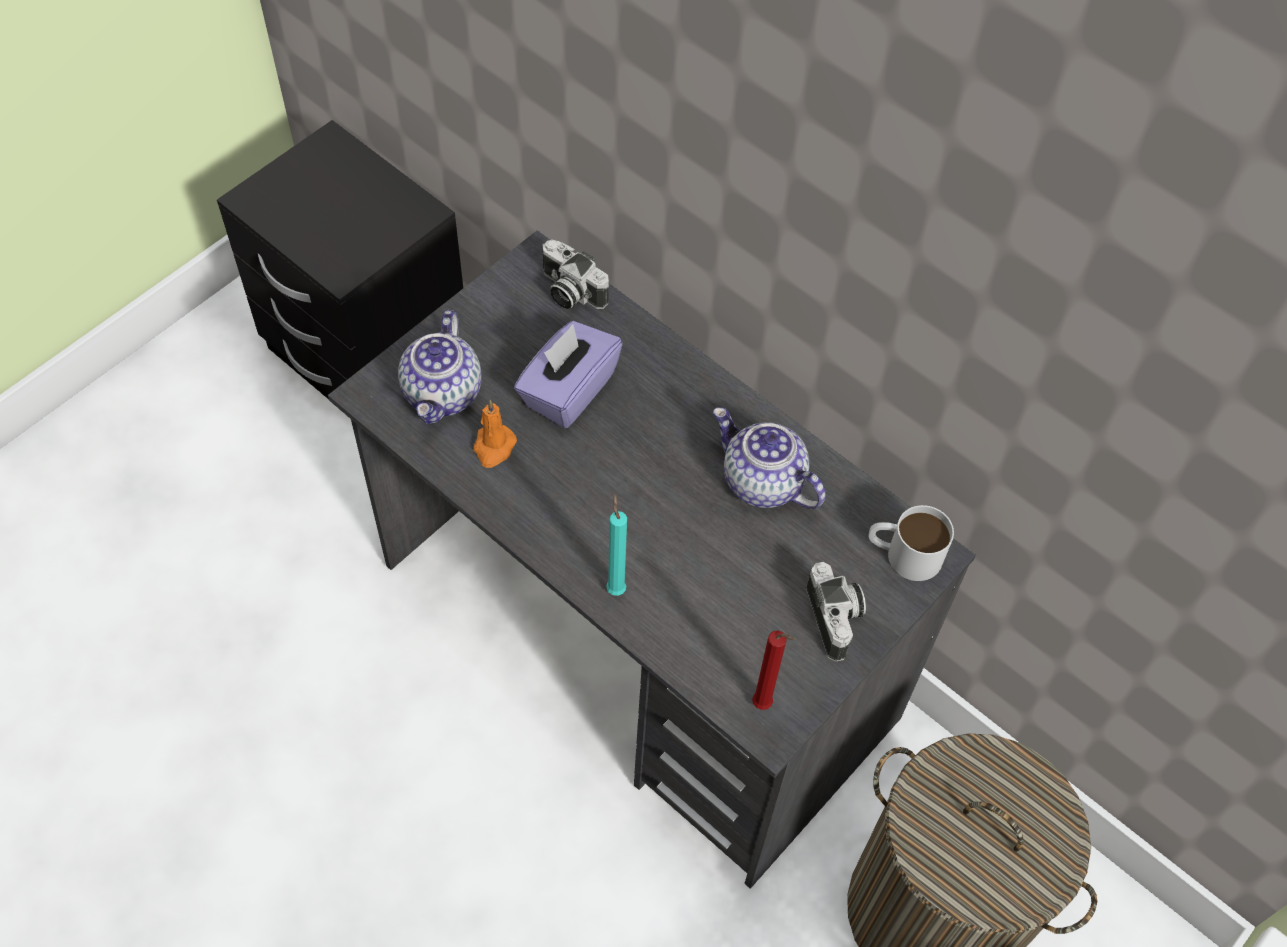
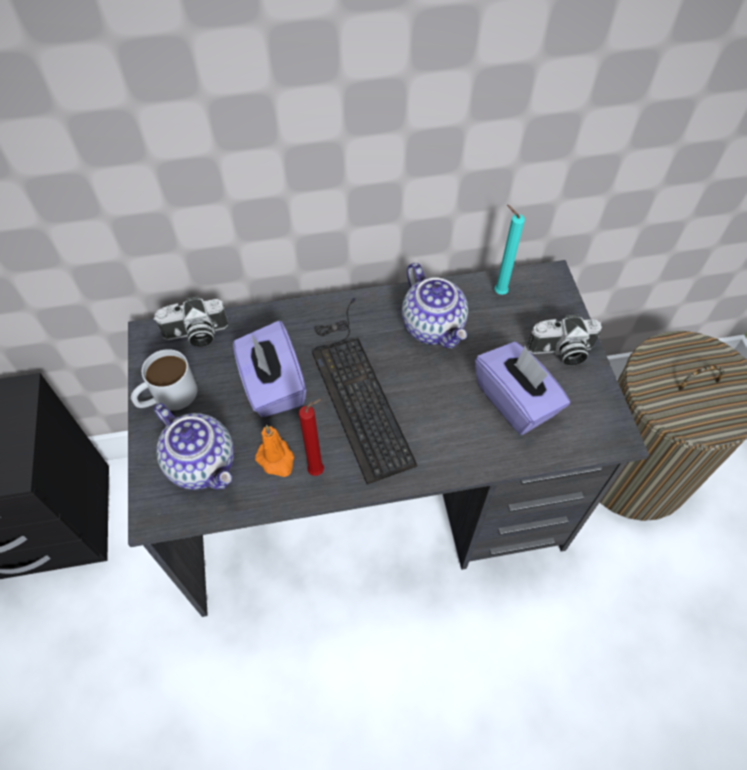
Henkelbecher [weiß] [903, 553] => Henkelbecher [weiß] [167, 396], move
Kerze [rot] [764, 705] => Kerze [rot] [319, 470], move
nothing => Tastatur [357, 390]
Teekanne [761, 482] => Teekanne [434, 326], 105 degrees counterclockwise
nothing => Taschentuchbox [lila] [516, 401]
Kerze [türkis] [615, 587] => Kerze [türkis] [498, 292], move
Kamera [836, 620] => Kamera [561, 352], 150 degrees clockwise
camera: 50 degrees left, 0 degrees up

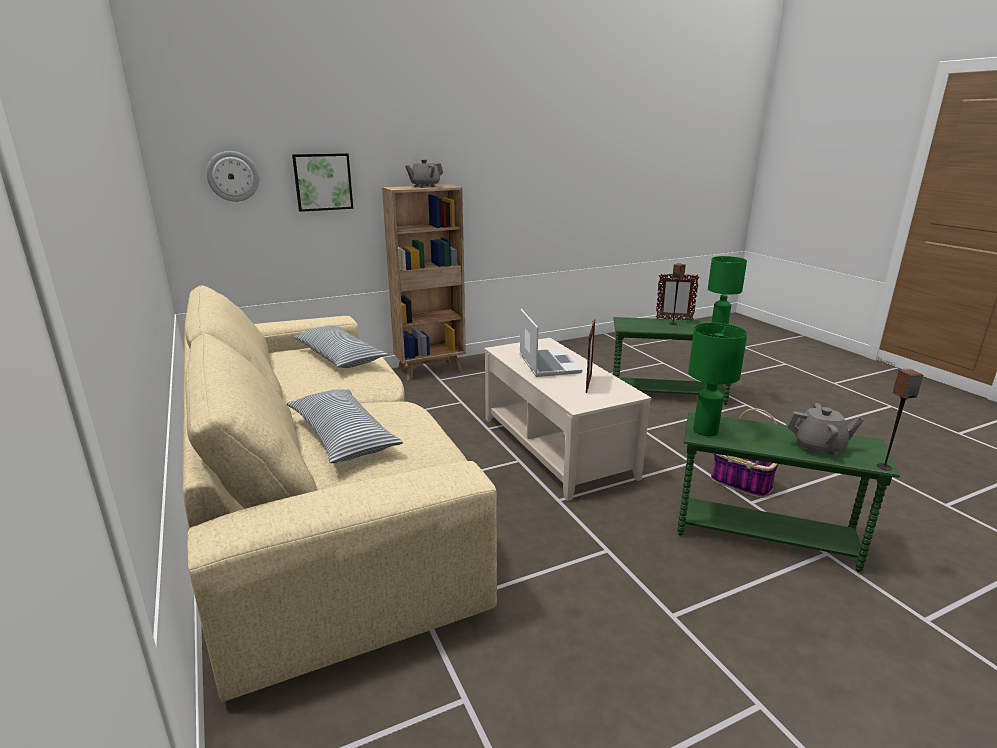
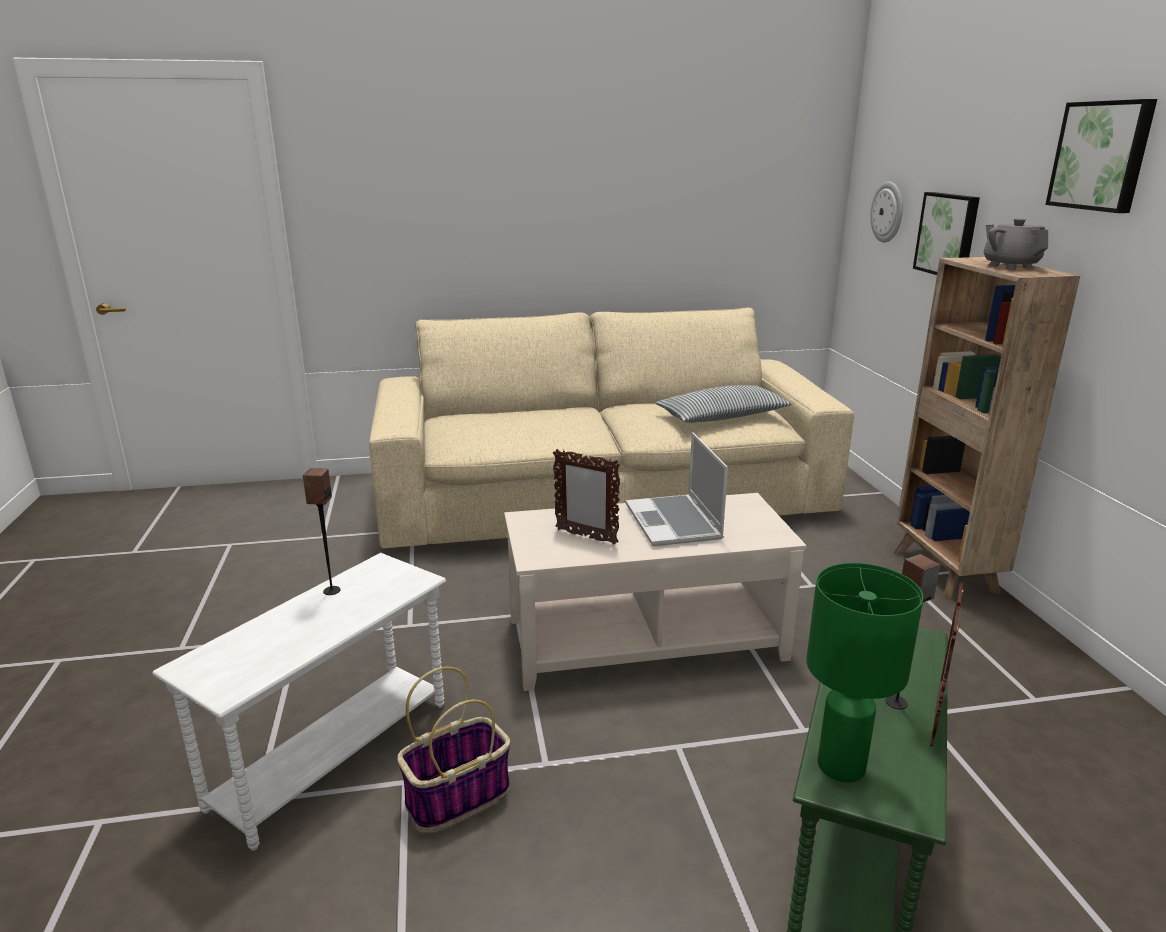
Beistelltisch [grün] [764, 537] => Beistelltisch [weiß] [332, 754]
Lautsprecher [884, 467] => Lautsprecher [331, 590], move
Laptop [547, 364] => Laptop [675, 523], 75 degrees clockwise
nothing => Bild [1102, 156]
Kissen [342, 437] => nothing
Tischlampe [grün] [706, 430] => nothing
Teekanne [grau] [819, 447] => nothing
camera: 105 degrees right, 0 degrees up

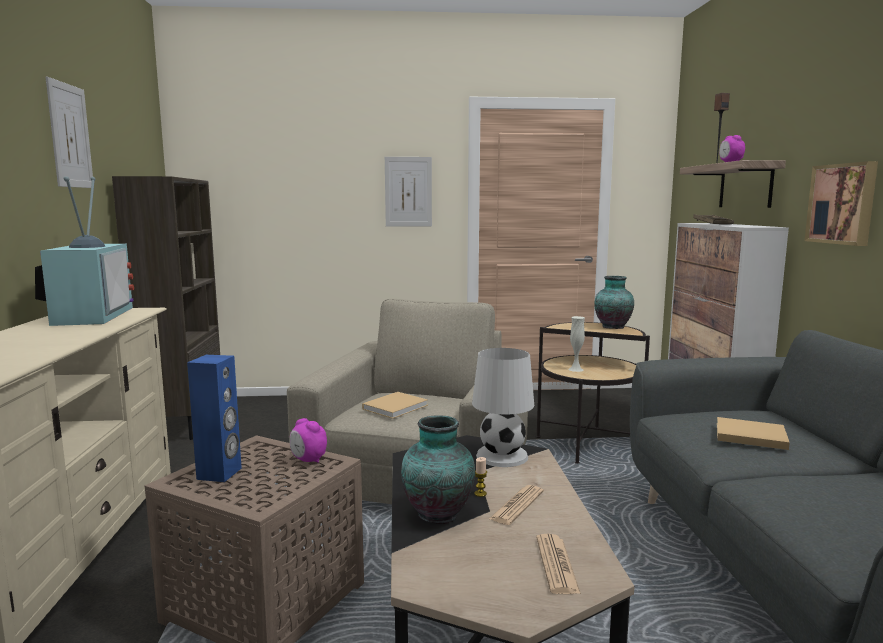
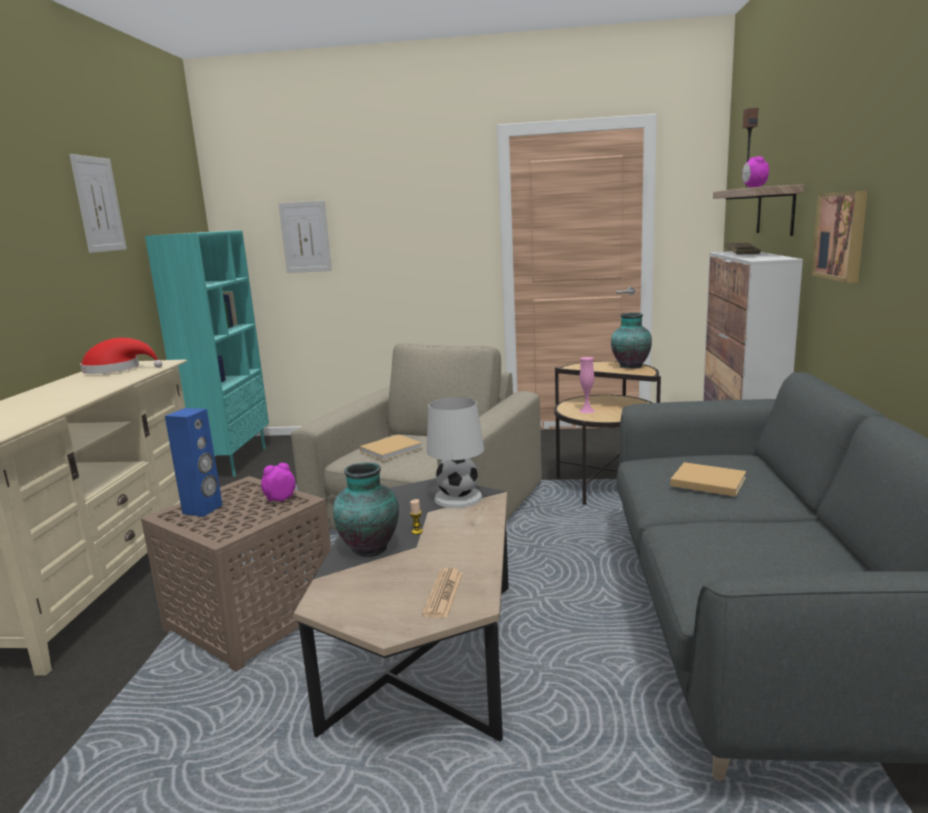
Fernseher [89, 316] => Hut [rot] [116, 370]
Bücherregal [braun] [183, 424] => Bücherregal [türkis] [232, 461]
Wecker [308, 460] => Wecker [280, 499], 105 degrees clockwise
Bild [408, 192] => Bild [305, 237], move
Vase [weiß] [575, 369] => Vase [rosa] [587, 411]
Zeitung [517, 505] => nothing
camera: 10 degrees right, 5 degrees up

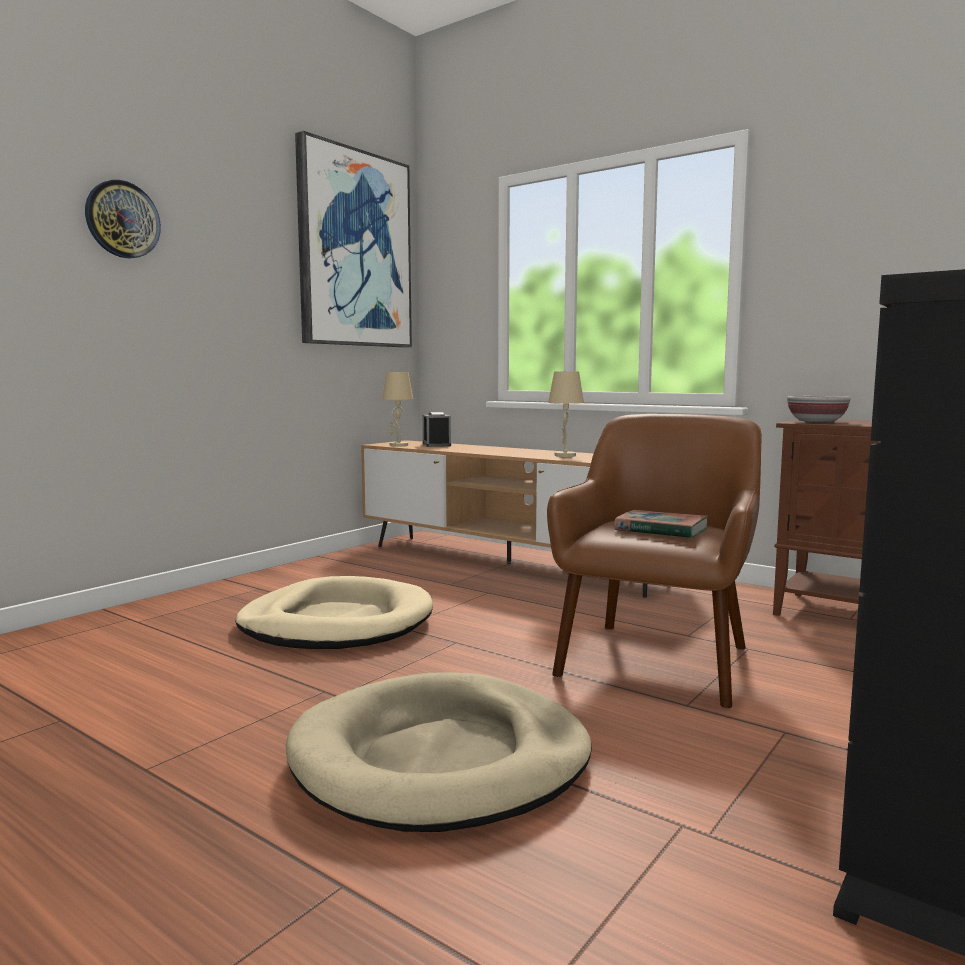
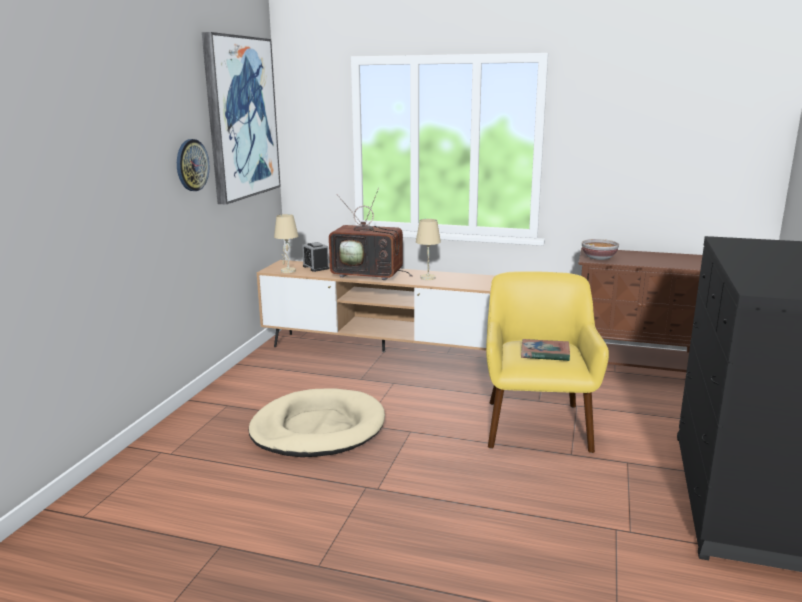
Wanduhr [122, 219] => Wanduhr [191, 165], move
nothing => Fernseher [370, 274]
Sessel [braun] [658, 661] => Sessel [gelb] [536, 425]
Hundebett [beige] [441, 759] => nothing
camera: 20 degrees left, 10 degrees up

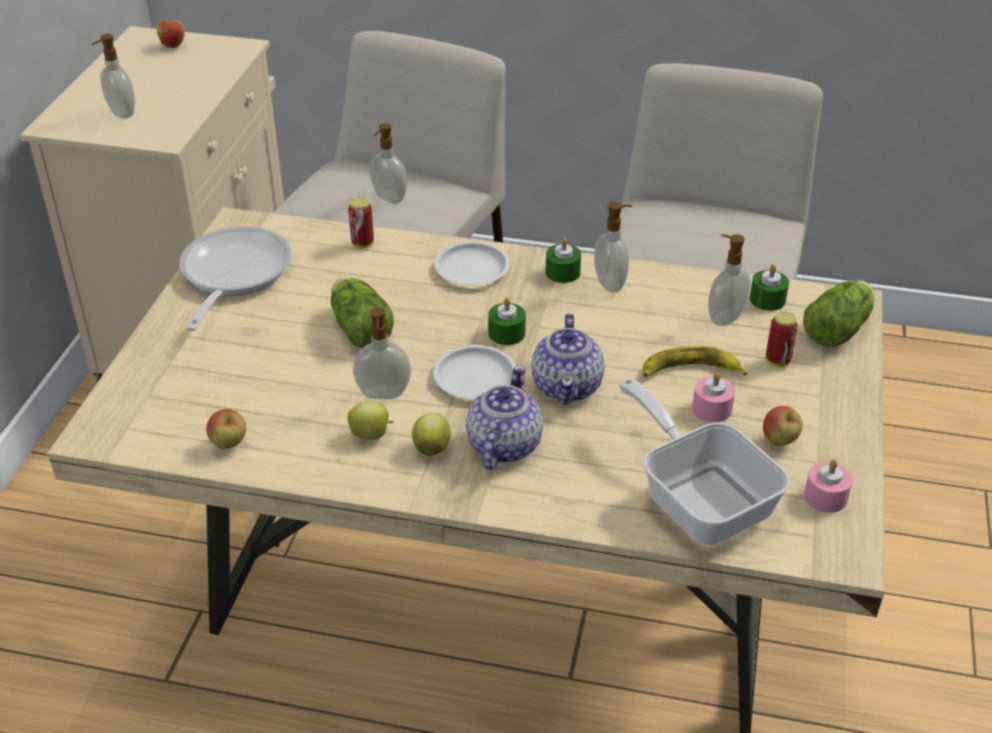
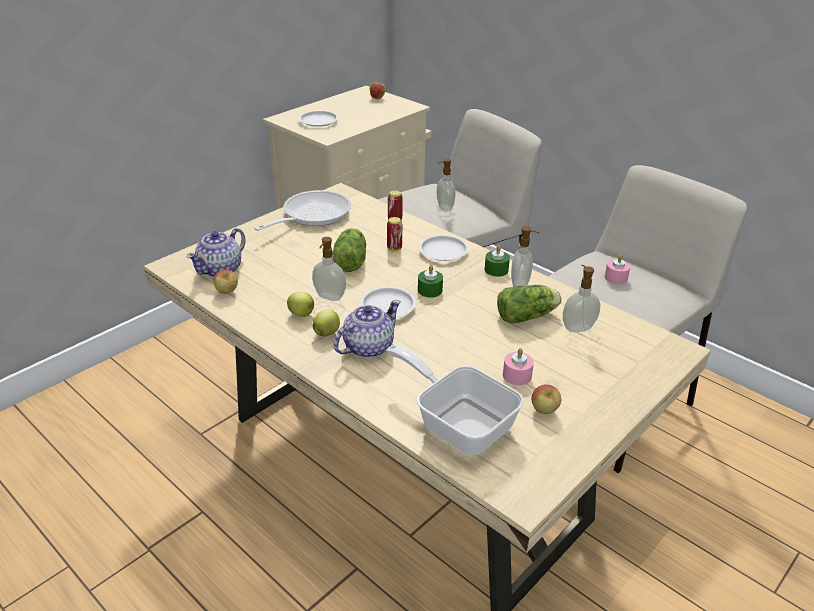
Teekanne [567, 386] => Teekanne [221, 270], move
Seifenspender [121, 113] => Teller [weiß] [319, 121]
Pfanne [699, 497] => Pfanne [458, 422], 45 degrees counterclockwise
Dose [777, 361] => Dose [394, 249], move
Salatkopf [839, 328] => Salatkopf [528, 316], move
Kerze [rosa] [825, 497] => Kerze [rosa] [616, 278], move
Banane [689, 371] => nothing
Kerze [grün] [767, 299] => nothing
camera: 30 degrees right, 5 degrees down

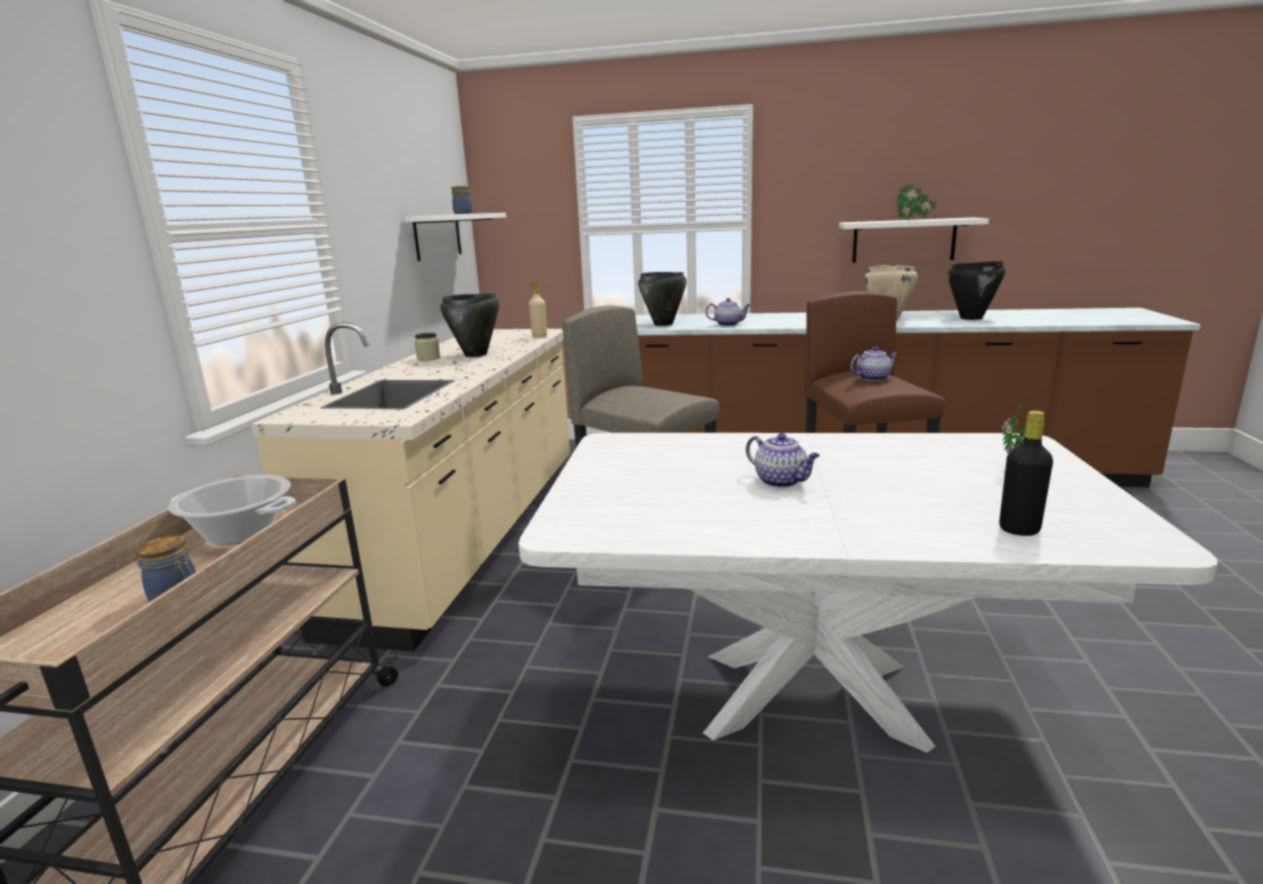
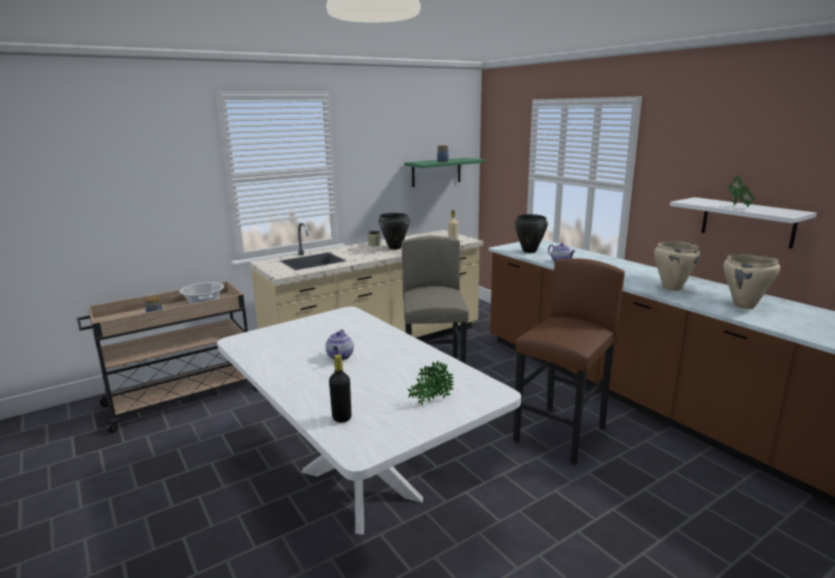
Wandregal [weiß] [437, 236] => Wandregal [grün] [436, 172]
Kochtopf [schwarz] [971, 318] => Kochtopf [beige] [744, 306]
Teekanne [873, 378] => nothing
camera: 45 degrees right, 0 degrees up

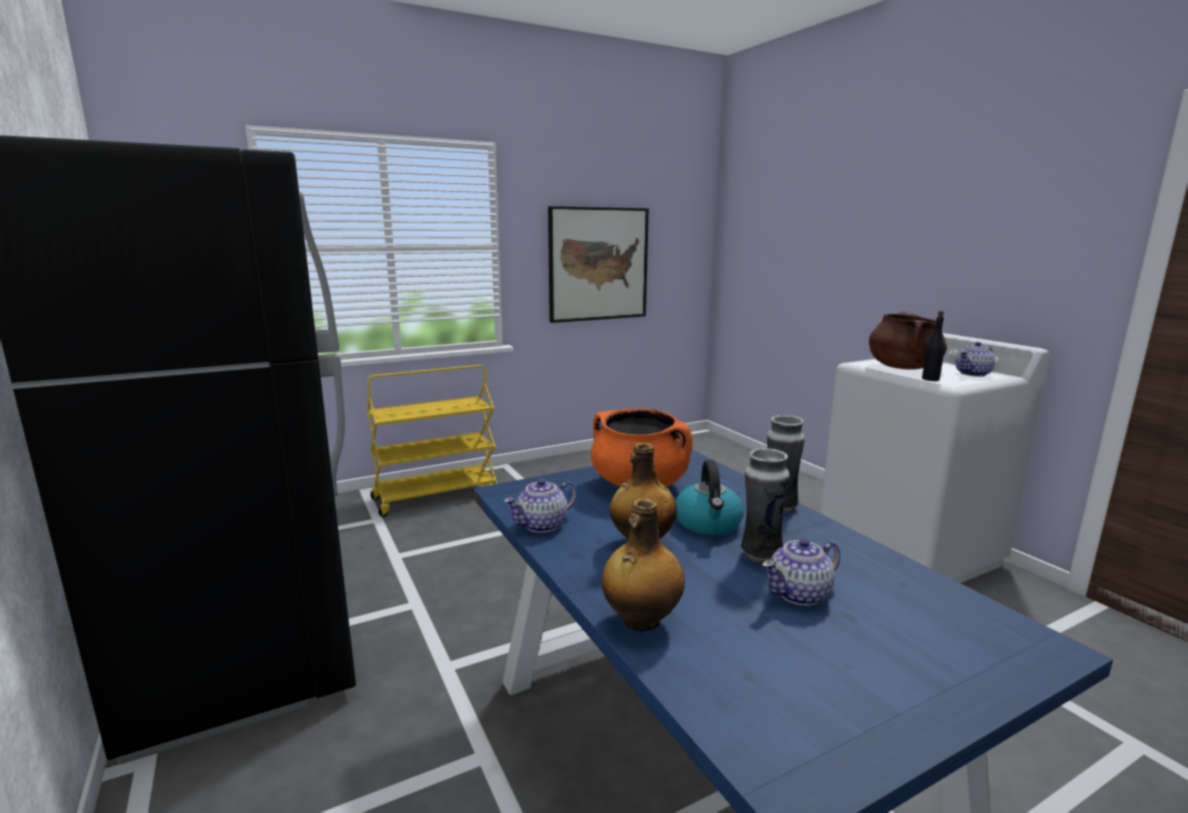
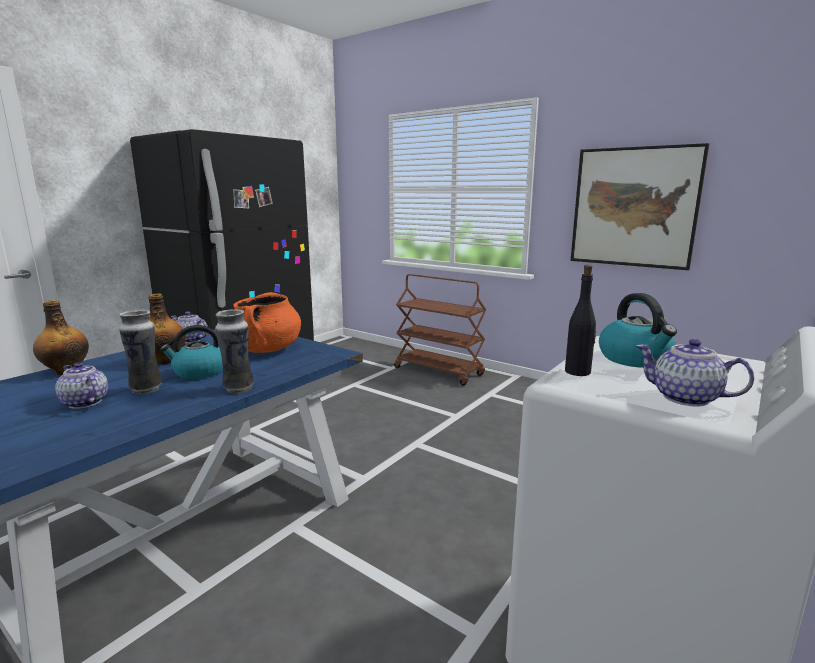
Rollwagen [gelb] [436, 496] => Rollwagen [braun] [439, 371]
Kochtopf [braun] [903, 367] => Wasserkessel [635, 359]
camera: 65 degrees right, 0 degrees up

